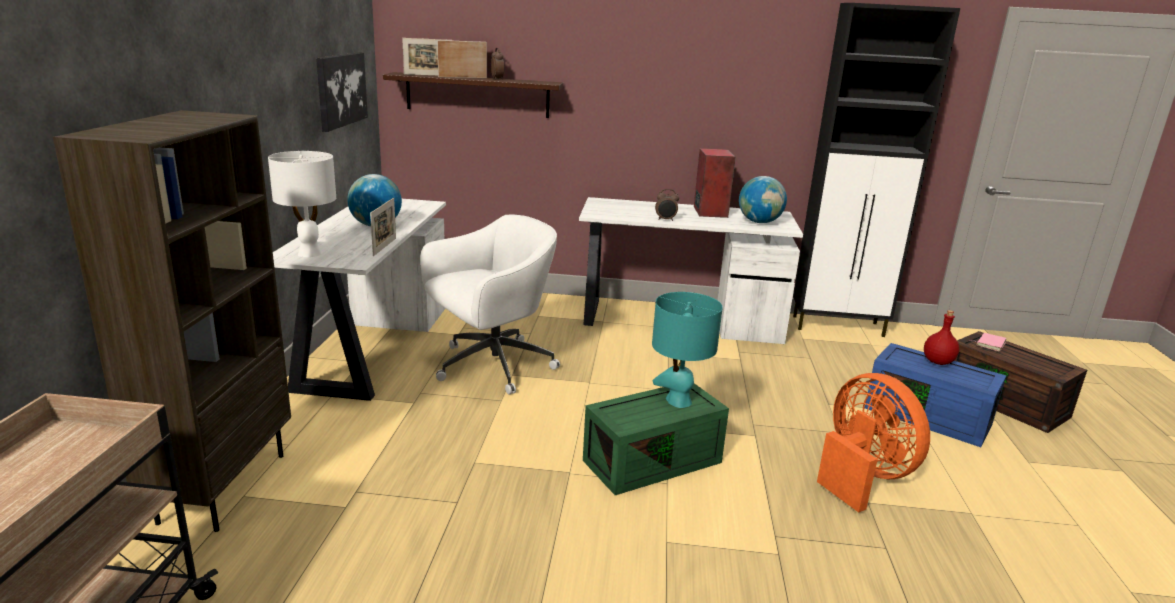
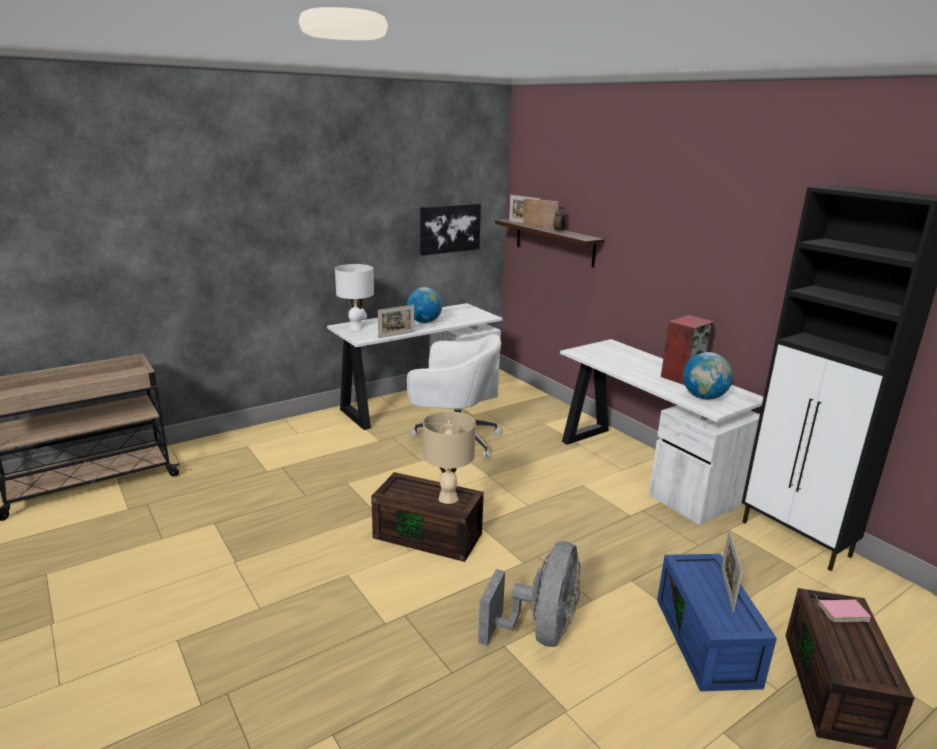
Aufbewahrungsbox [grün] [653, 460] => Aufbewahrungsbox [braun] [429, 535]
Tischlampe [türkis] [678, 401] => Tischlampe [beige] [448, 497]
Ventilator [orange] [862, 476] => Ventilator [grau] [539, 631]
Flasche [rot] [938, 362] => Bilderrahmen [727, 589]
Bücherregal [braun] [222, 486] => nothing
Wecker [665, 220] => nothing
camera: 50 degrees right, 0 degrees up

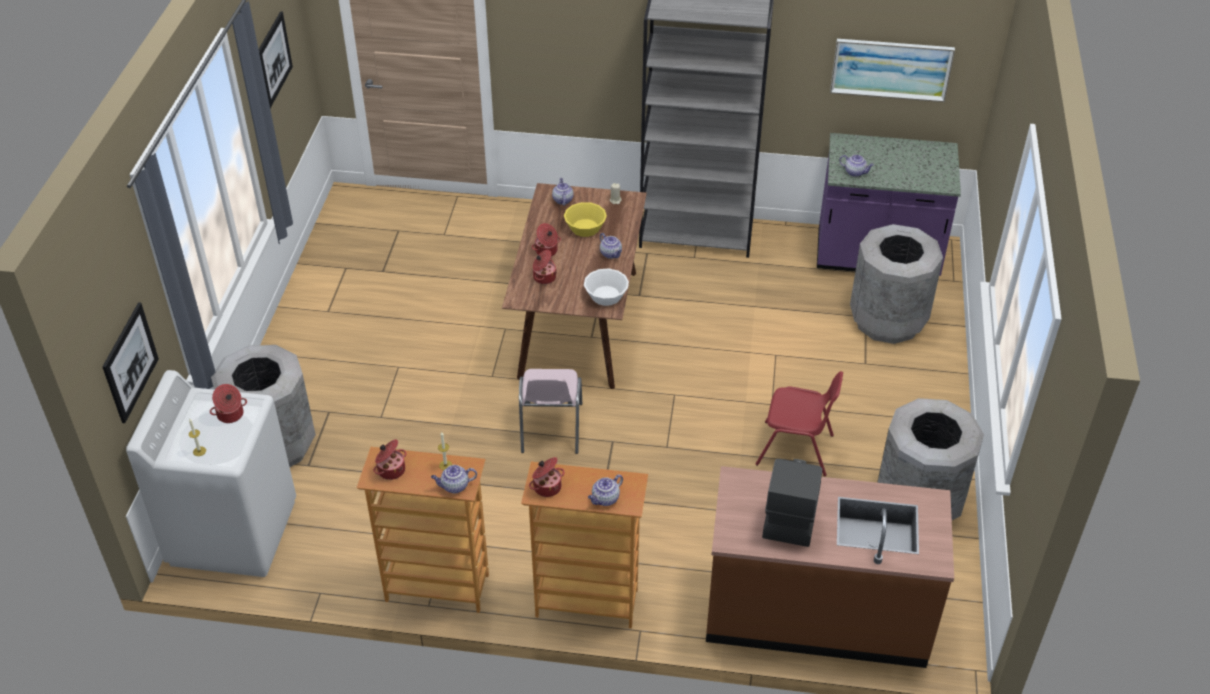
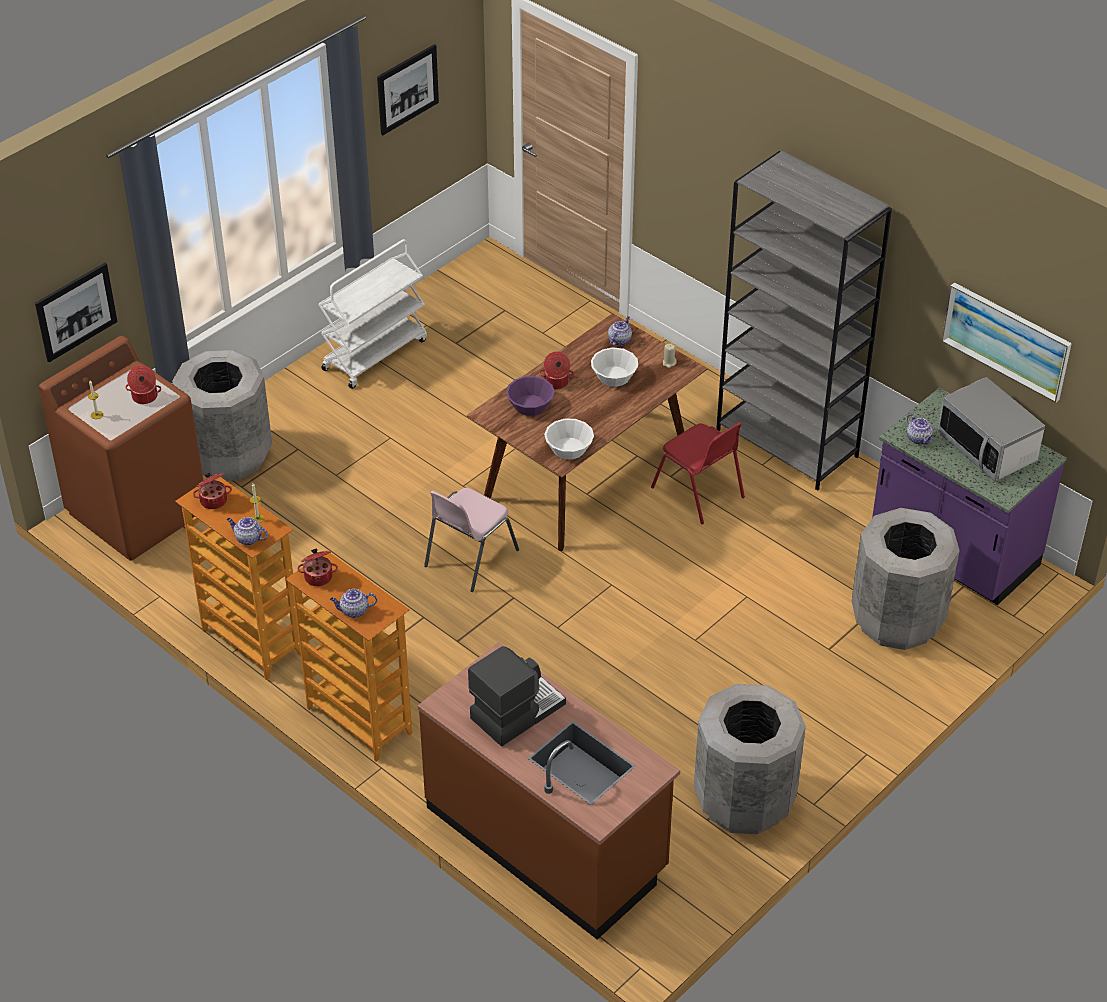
Waschmaschine [weiß] [233, 531] => Waschmaschine [braun] [138, 511]
nothing => Rollwagen [weiß] [375, 354]
Kochtopf [544, 277] => Schüssel [lila] [530, 405]
Schüssel [gelb] [585, 227] => Schüssel [weiß] [614, 376]
Stuhl [rot] [796, 450] => Stuhl [rot] [699, 493], move
nothing => Mikrowelle [987, 448]
Teekanne [611, 254] => nothing
camera: 35 degrees right, 0 degrees up

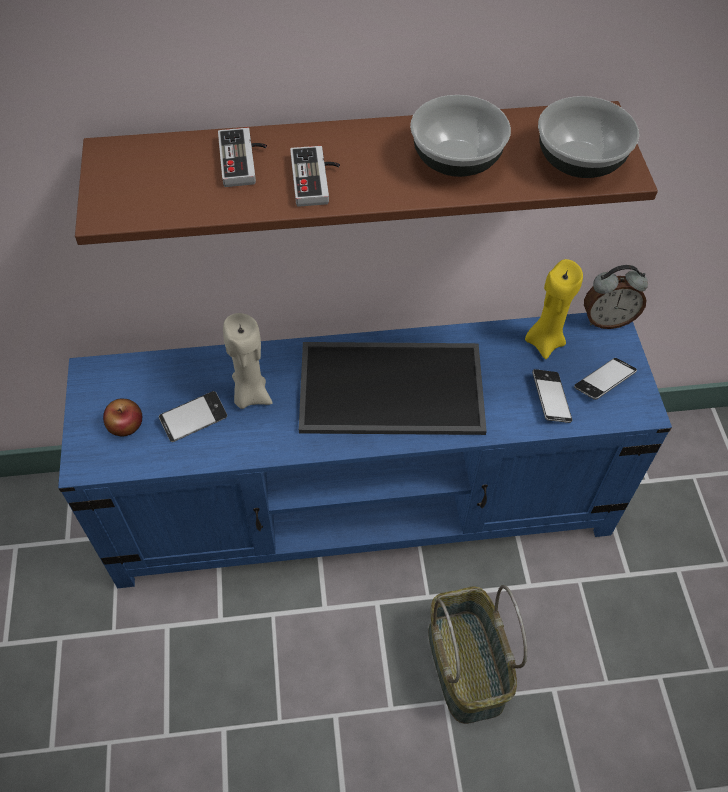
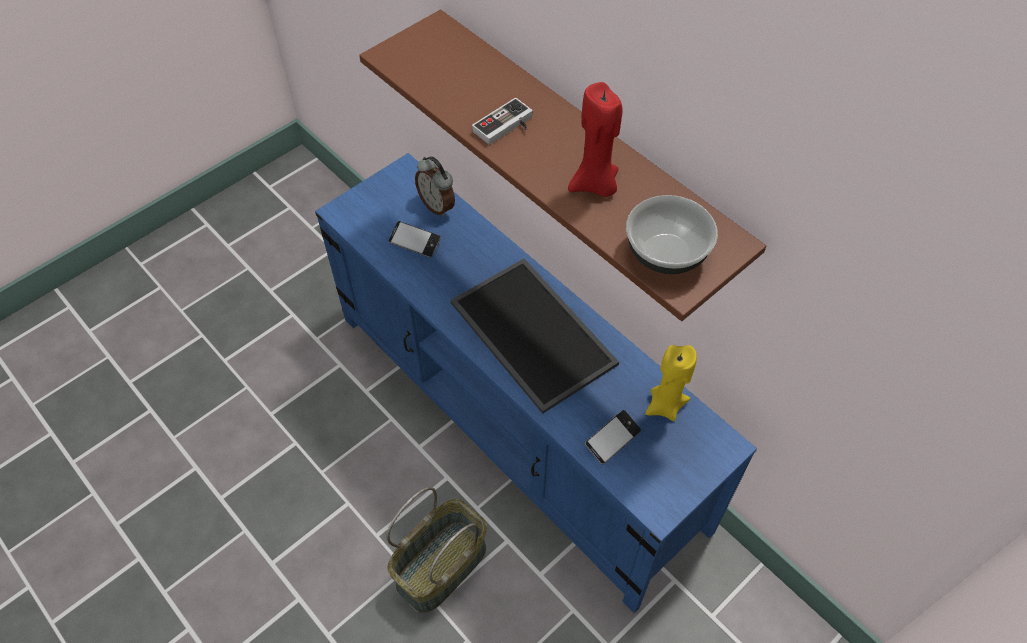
Wecker [607, 320] => Wecker [437, 205], move
Schüssel [455, 161] => Kerze [rot] [595, 185]
Apfel [126, 425] => nothing
Gamepad [245, 160] => nothing
Kerze [beige] [250, 394] => nothing
Handy [604, 381] => nothing
camera: 55 degrees right, 0 degrees up

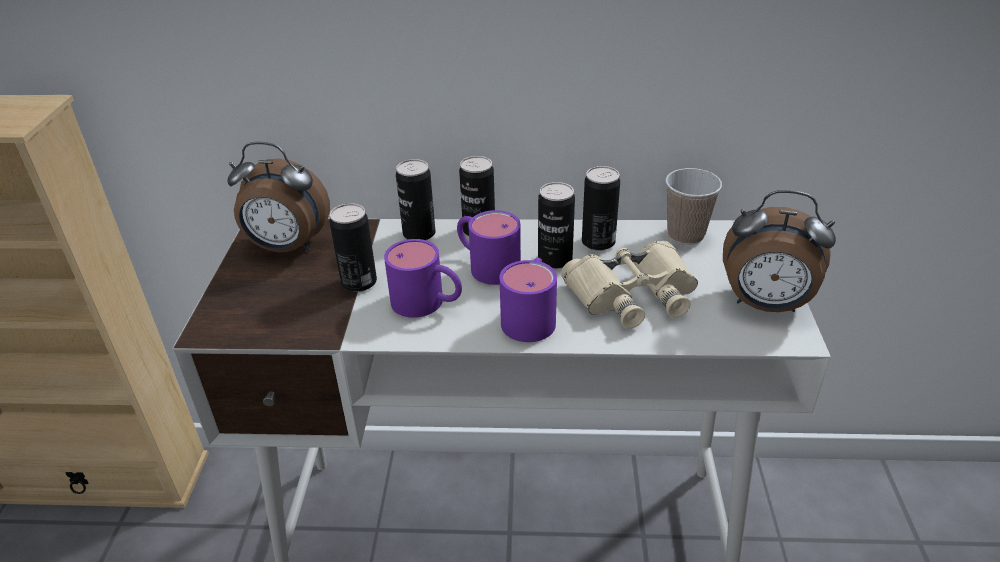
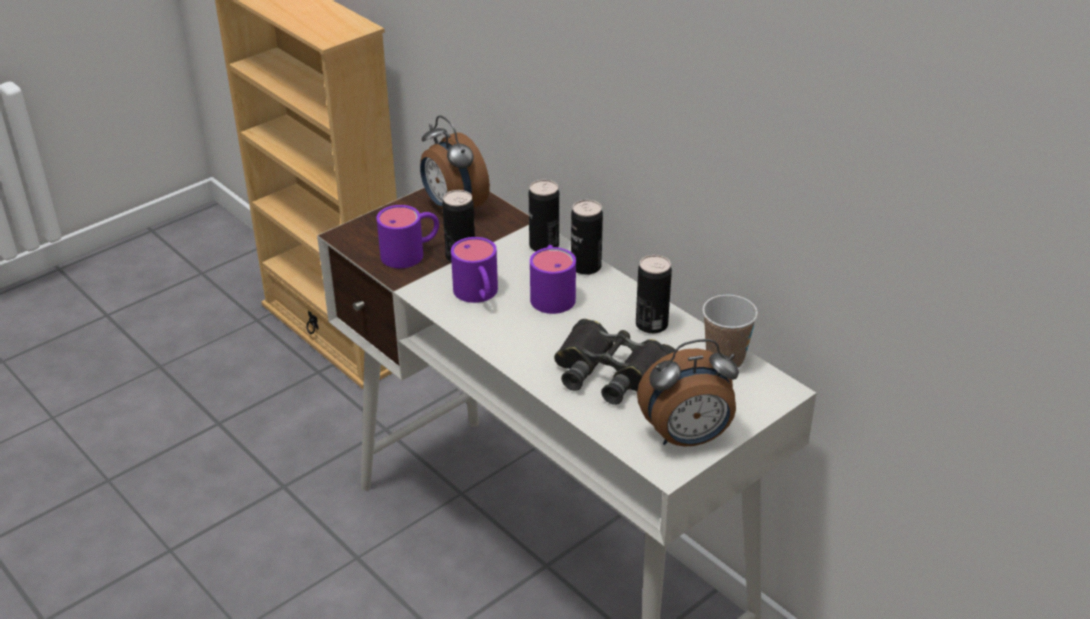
Henkelbecher [lila] [531, 315] => Henkelbecher [lila] [411, 252], move
Fernglas [beige] [632, 294] => Fernglas [schwarz] [611, 371]
Wecker [765, 305] => Wecker [687, 438], 75 degrees counterclockwise
Dose [555, 259] => nothing
camera: 45 degrees right, 0 degrees up

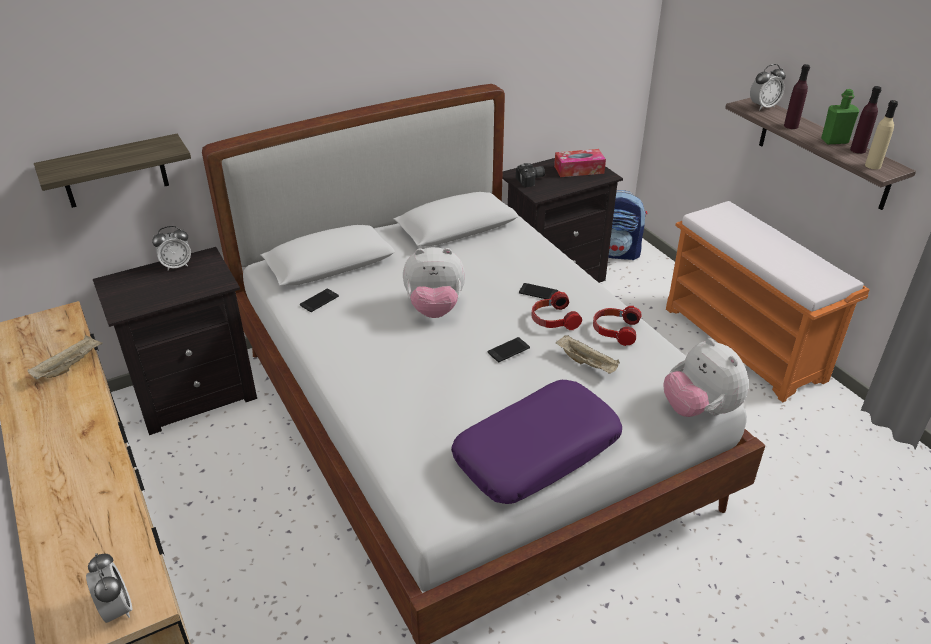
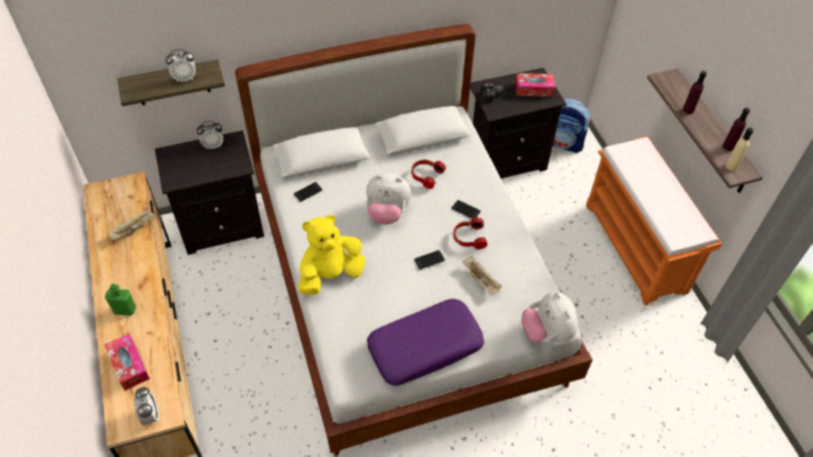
nothing => Taschentuchbox [129, 365]
Flasche [grün] [834, 141] => Flasche [grün] [125, 310], move
Wecker [763, 107] => Wecker [185, 78], move
nothing => Plüschtier [gelb] [330, 275]
Kopfhörer [614, 331] => Kopfhörer [426, 176], move
camera: 10 degrees right, 15 degrees up

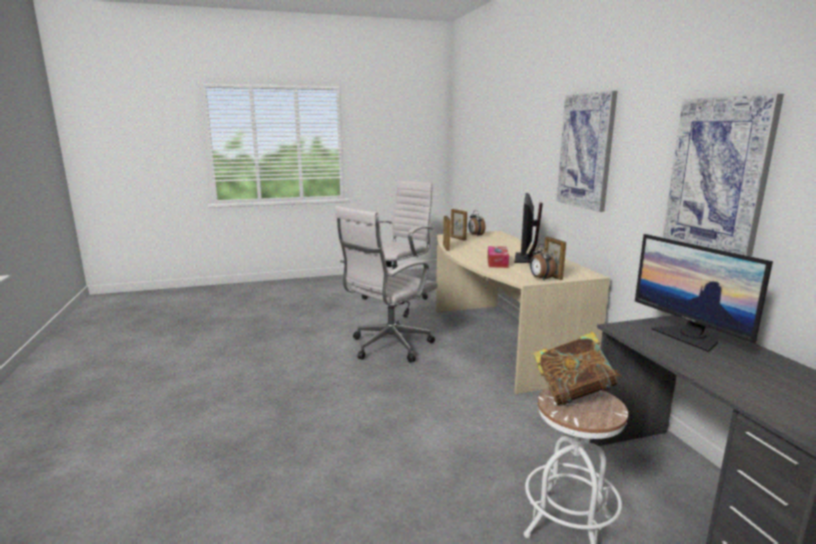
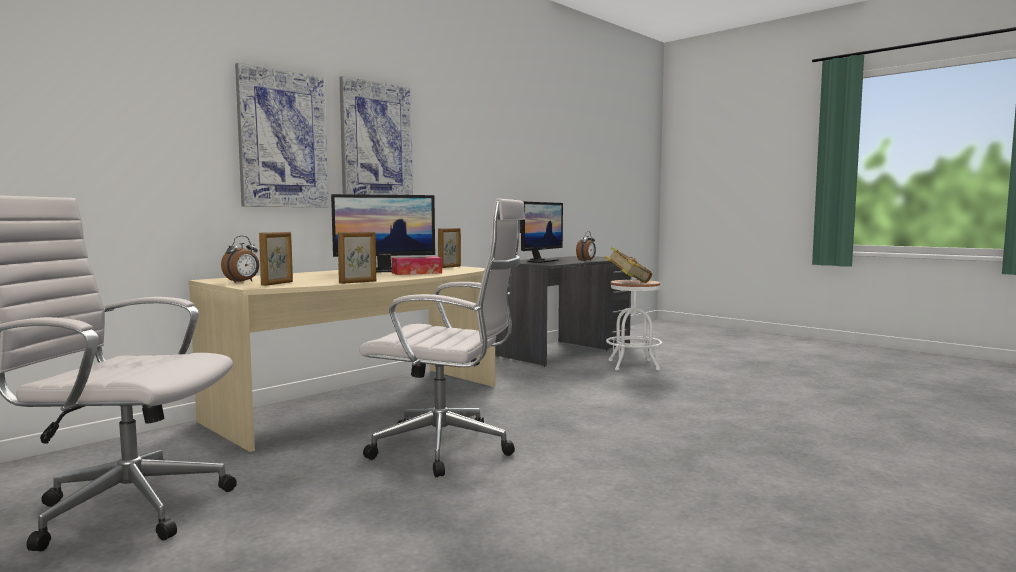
Bild [717, 177] => Bild [283, 140], move
Wecker [540, 278] => Wecker [586, 261], move
camera: 120 degrees left, 10 degrees down

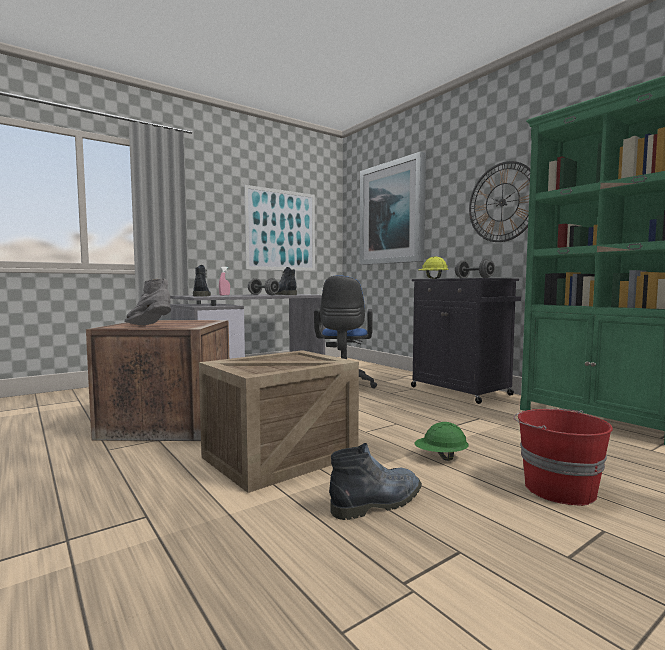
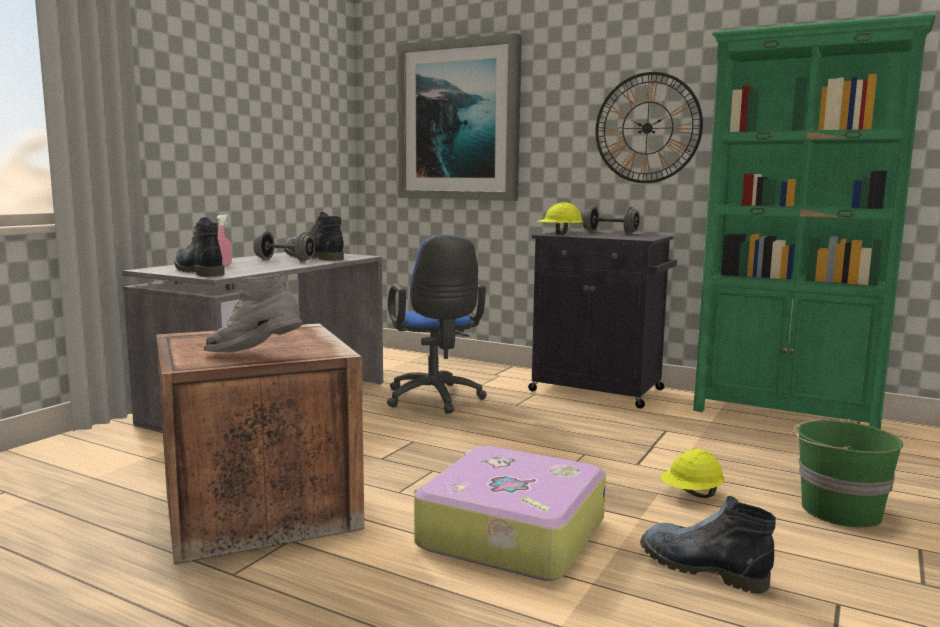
Kiste [279, 457] => Koffer [509, 533]
Stiefel [378, 502] => Stiefel [700, 568], 90 degrees counterclockwise
Schutzhelm [grün] [441, 457] => Schutzhelm [gelb] [692, 495]
Eimer [rot] [557, 488] => Eimer [grün] [838, 510]
Bild [281, 230] => nothing
camera: 25 degrees left, 5 degrees up

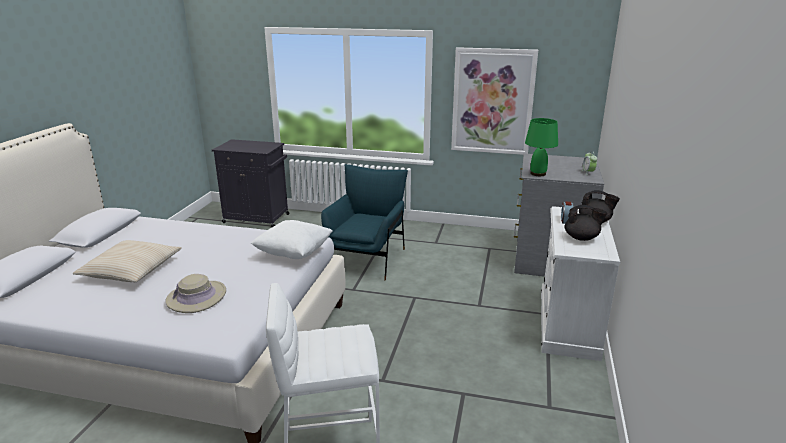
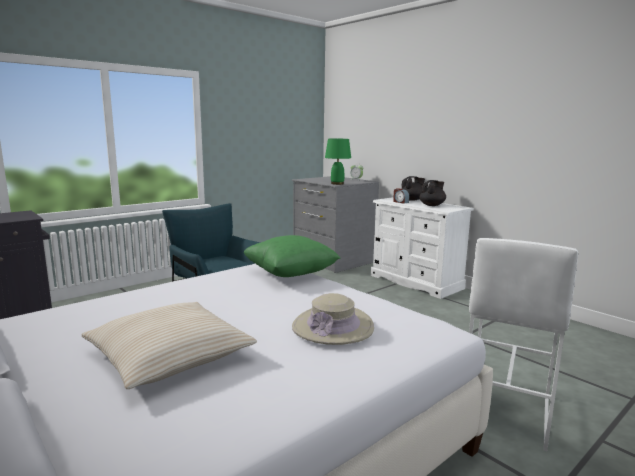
Kissen [weiß] [293, 253] => Kissen [grün] [290, 274]
Bild [492, 101] => nothing
camera: 55 degrees left, 10 degrees down

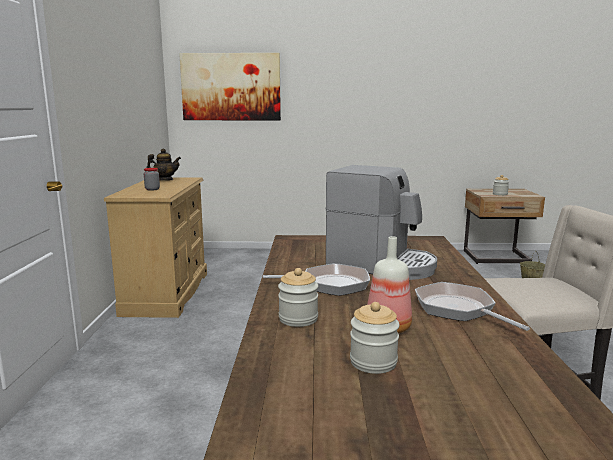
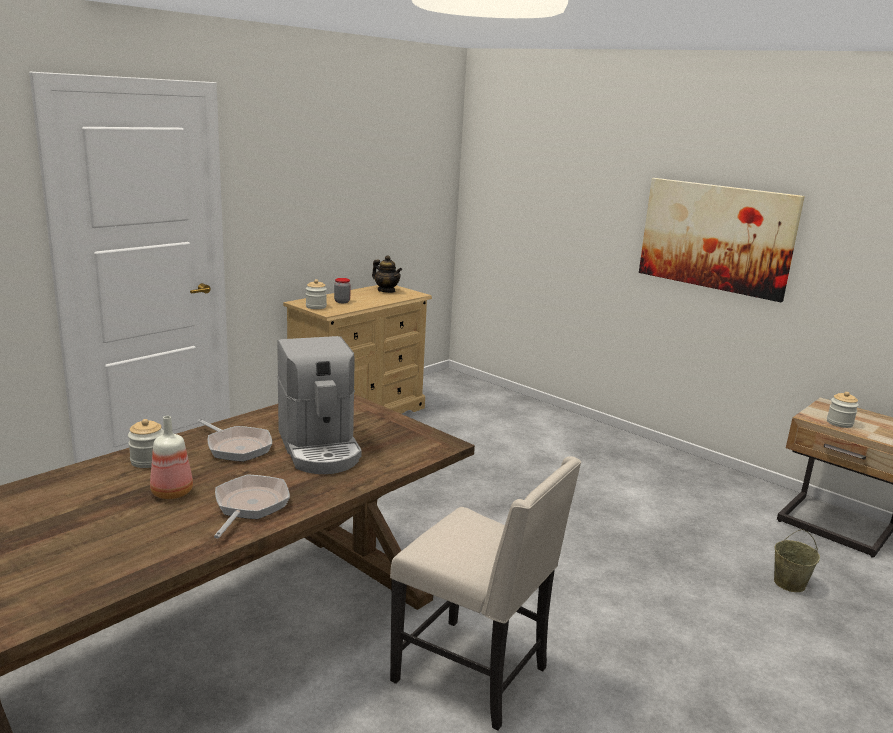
Vorratsglas [373, 362] => Vorratsglas [316, 307], move
Bild [231, 87] => Bild [716, 237], move
camera: 40 degrees right, 5 degrees up

